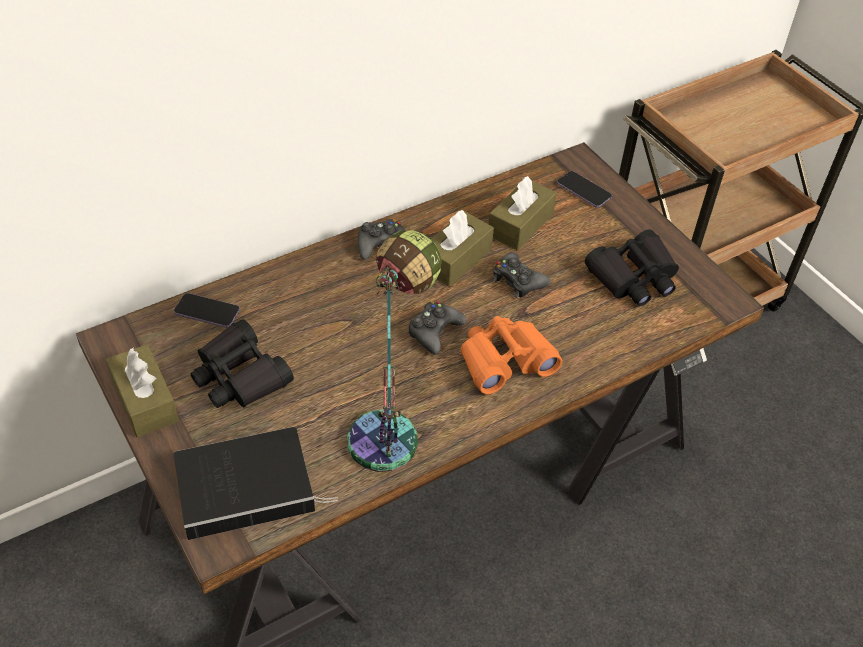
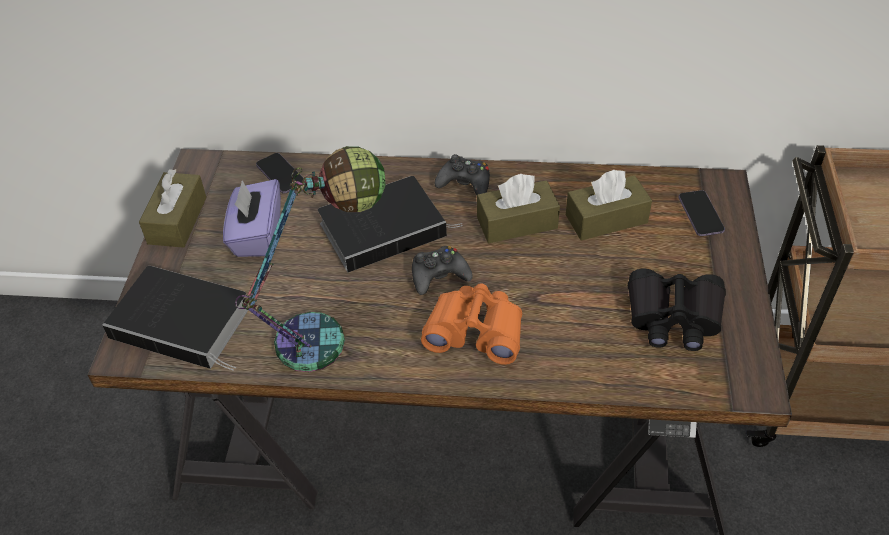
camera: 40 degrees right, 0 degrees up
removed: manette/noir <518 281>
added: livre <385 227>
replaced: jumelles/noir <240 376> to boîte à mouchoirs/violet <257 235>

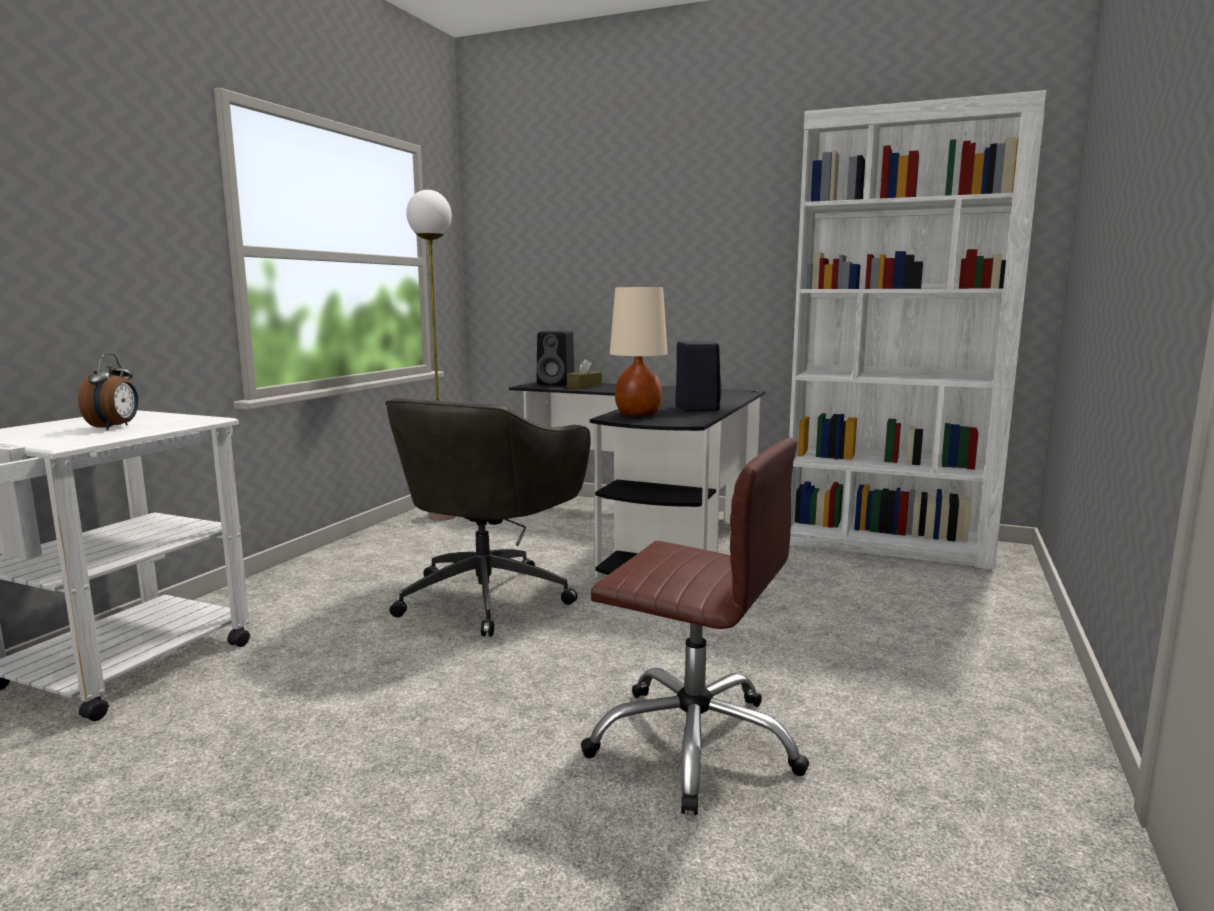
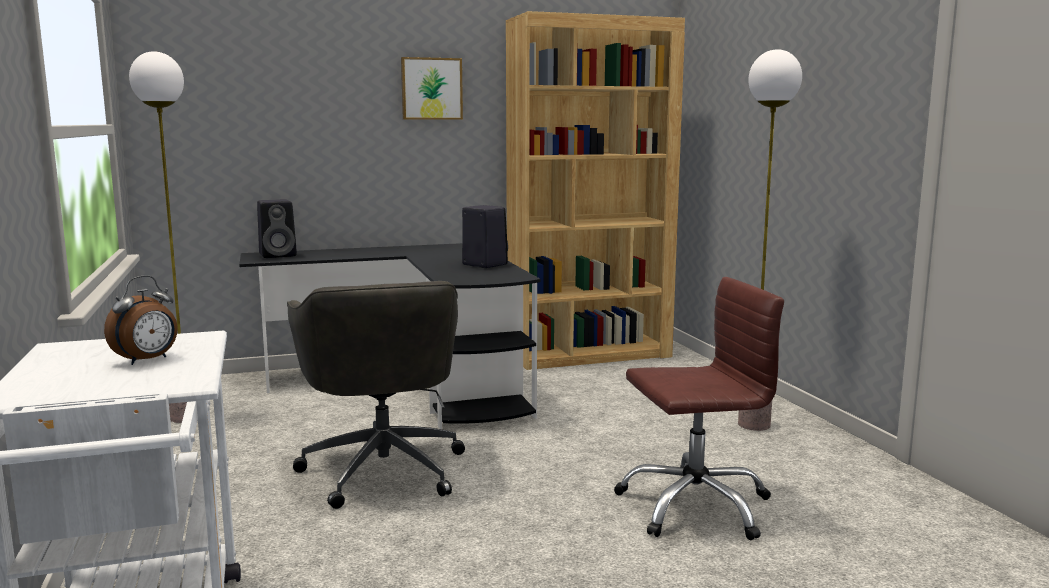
camera: 40 degrees left, 0 degrees up
removed: boîte à mouchoirs/marron <584 387>; lampe de table/beige <638 415>
added: tableau <431 89>; lampadaire <754 424>
recoloured: bibliothèque/blanc <887 543> to bibliothèque/marron <589 354>
turned: réveil <115 427> = <147 360> 75 degrees clockwise

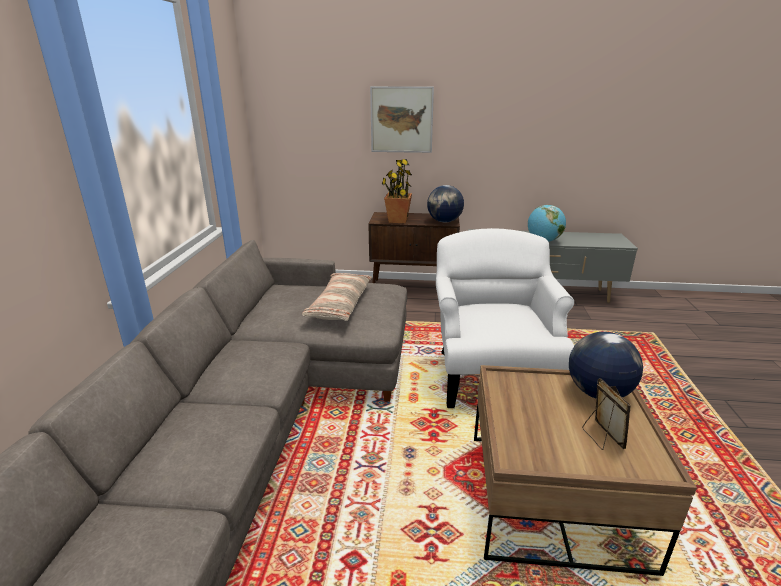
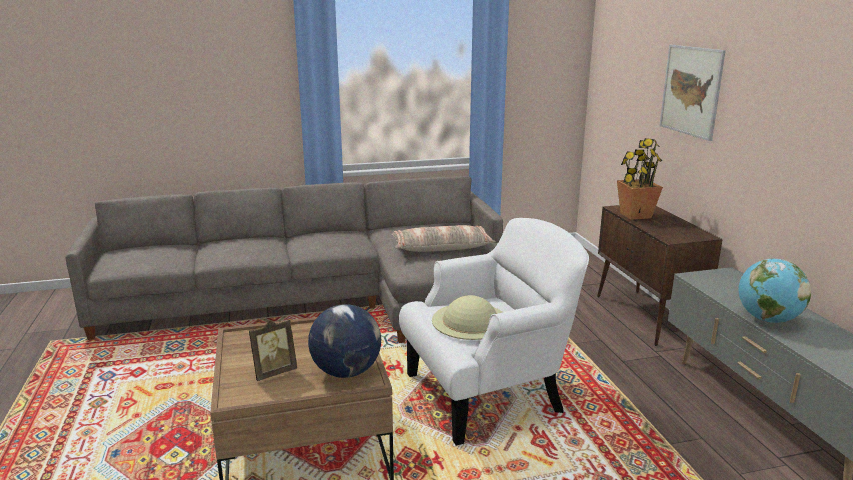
camera: 70 degrees right, 5 degrees down
removed: globe <444 221>
added: chapeau/beige <470 321>

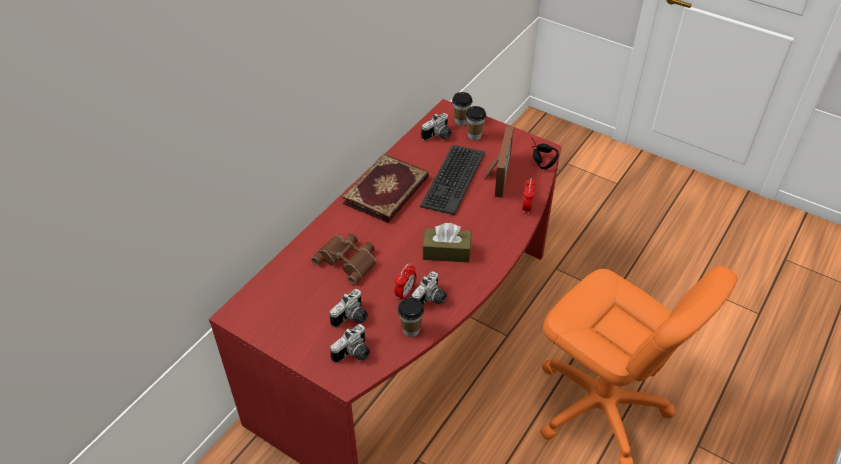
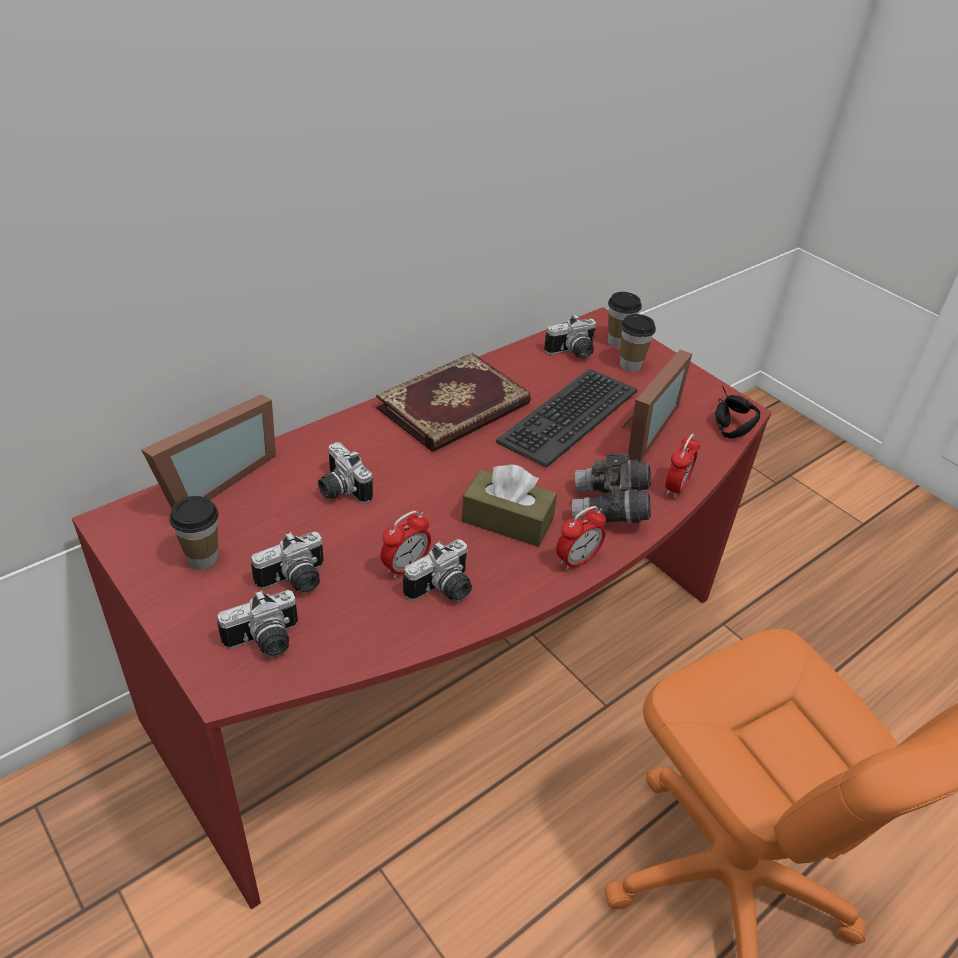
camera: 15 degrees right, 5 degrees down
added: cadre photo <212 480>; réveil <577 560>; jumelles/gris <609 509>
moved: tasse <411 330> to <202 558>
replaced: jumelles/marron <348 260> to appareil photo <340 489>

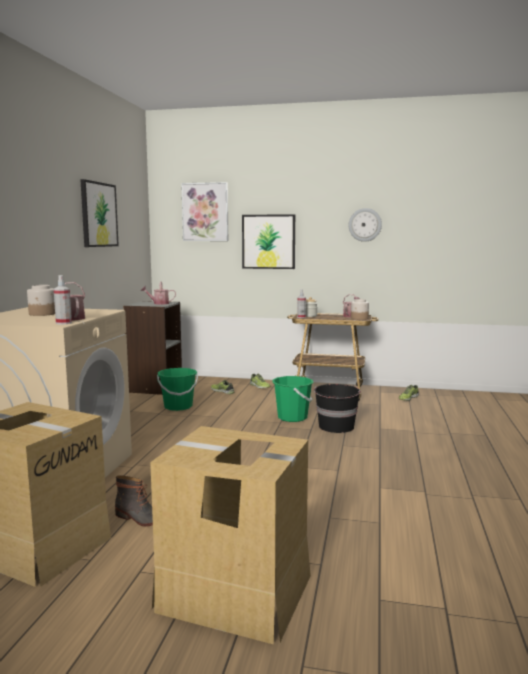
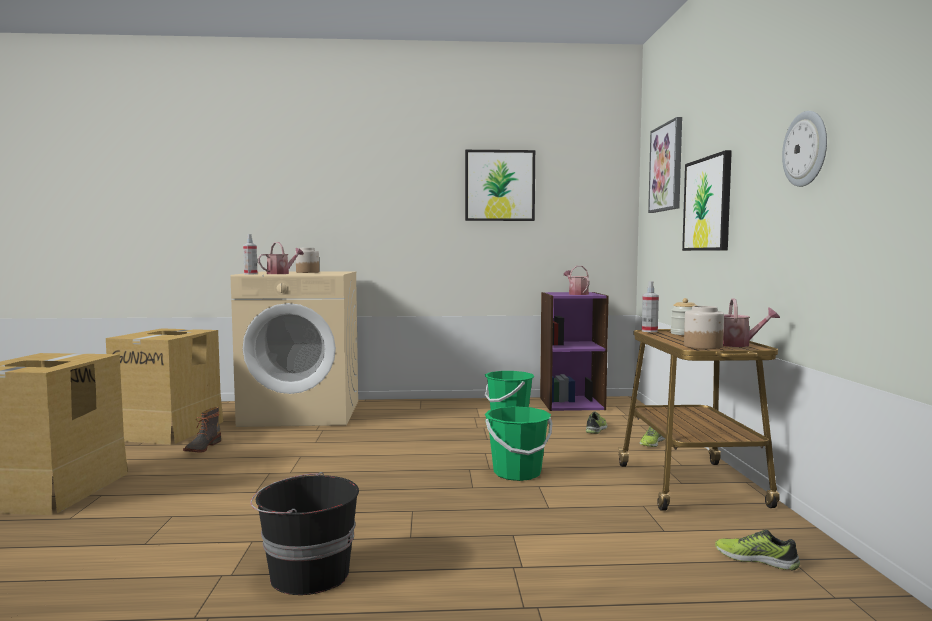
camera: 75 degrees right, 5 degrees down
moved: seau/noir <336 427> to <308 574>
recoloured: bibliothèque/gris <155 387> to bibliothèque/violet <571 403>

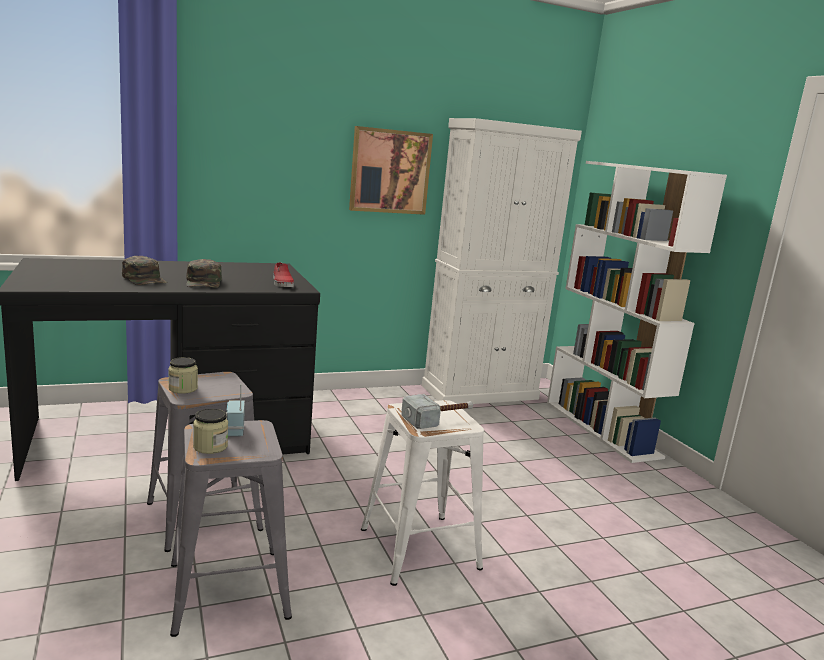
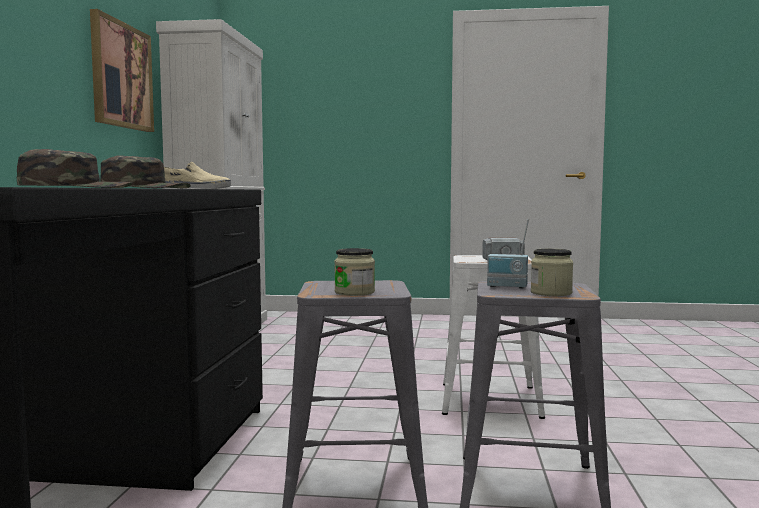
camera: 60 degrees left, 10 degrees down
removed: bibliothèque/blanc <602 429>
recoloured: chaussure/rouge <282 282> to chaussure/beige <194 188>

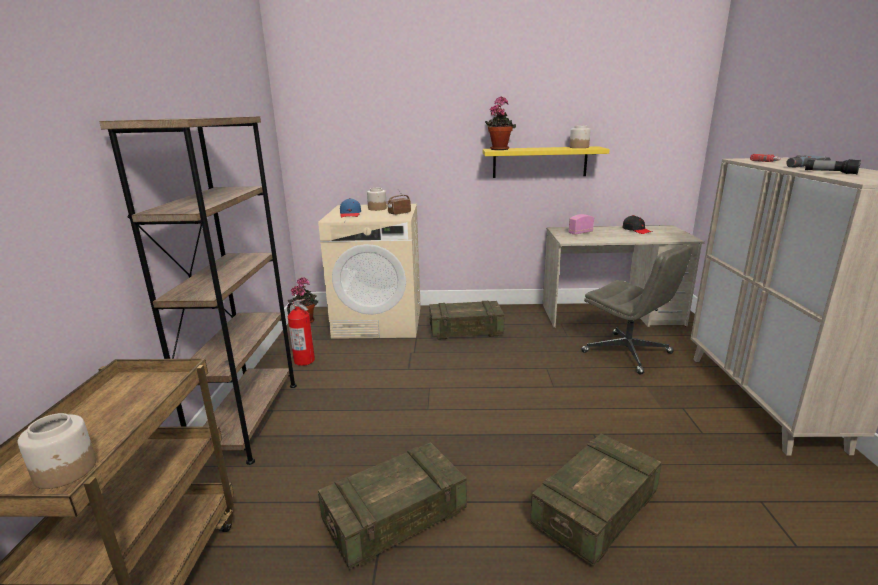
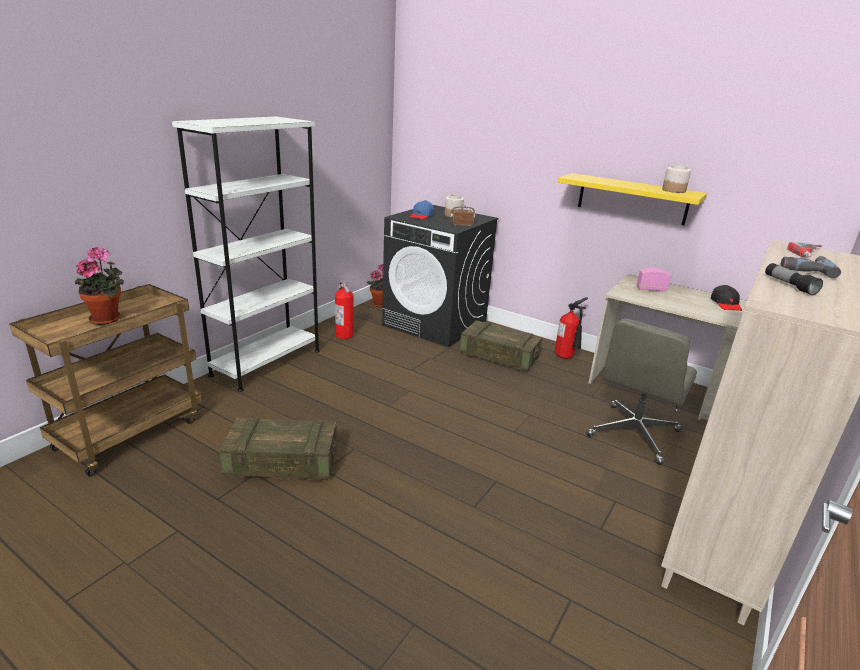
camera: 30 degrees right, 5 degrees up
removed: bocal <66 471>; caisse <594 511>
added: extincteur <566 357>
moved: plante en pot <499 149> to <108 318>
recoloured: bibliothèque/marron <248 419> to bibliothèque/blanc <266 362>; lave-linge/beige <379 321> to lave-linge/noir <435 323>
turned: chaise de bureau/gris <628 353> = <633 434> 45 degrees clockwise

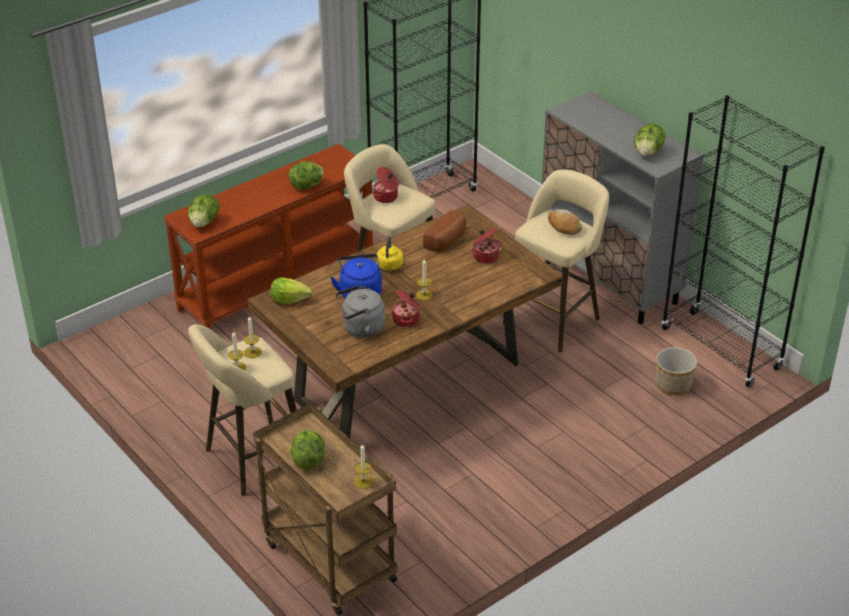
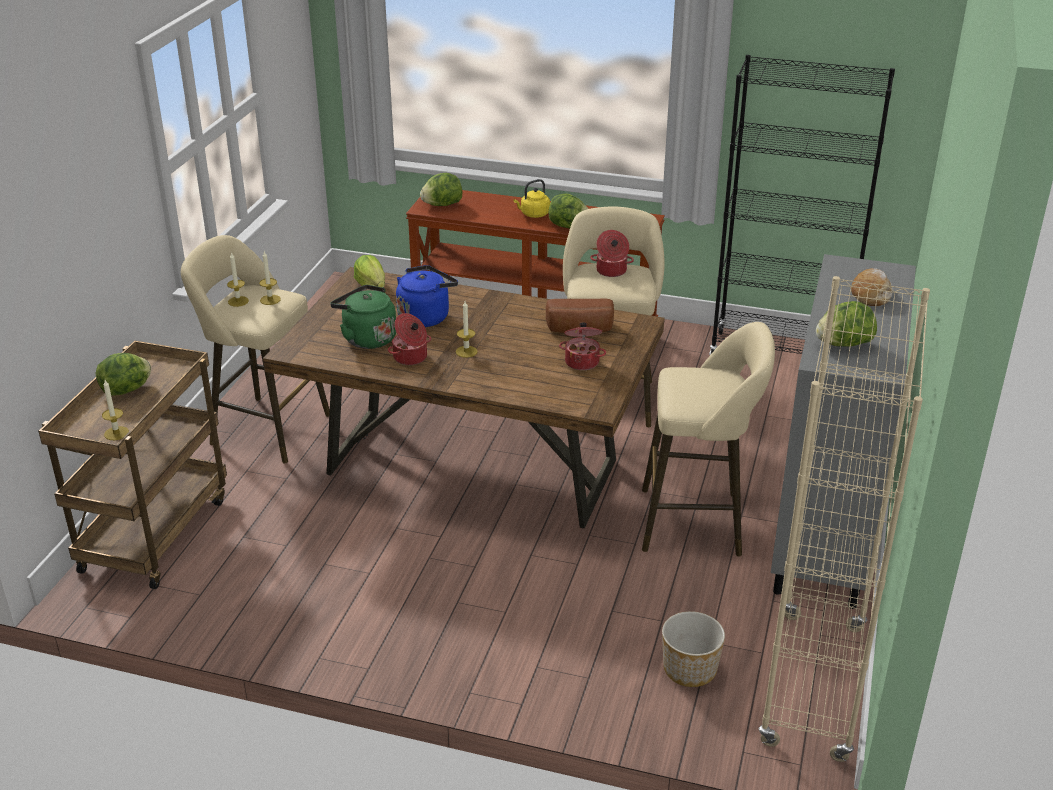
camera: 55 degrees right, 5 degrees down
moved: bouilloire/jaune <389 266> to <533 214>; pain <563 226> to <870 294>
recoloured: bouilloire/gris <360 328> to bouilloire/vert <367 338>; bibliothèque/noir <721 349> to bibliothèque/beige <813 685>

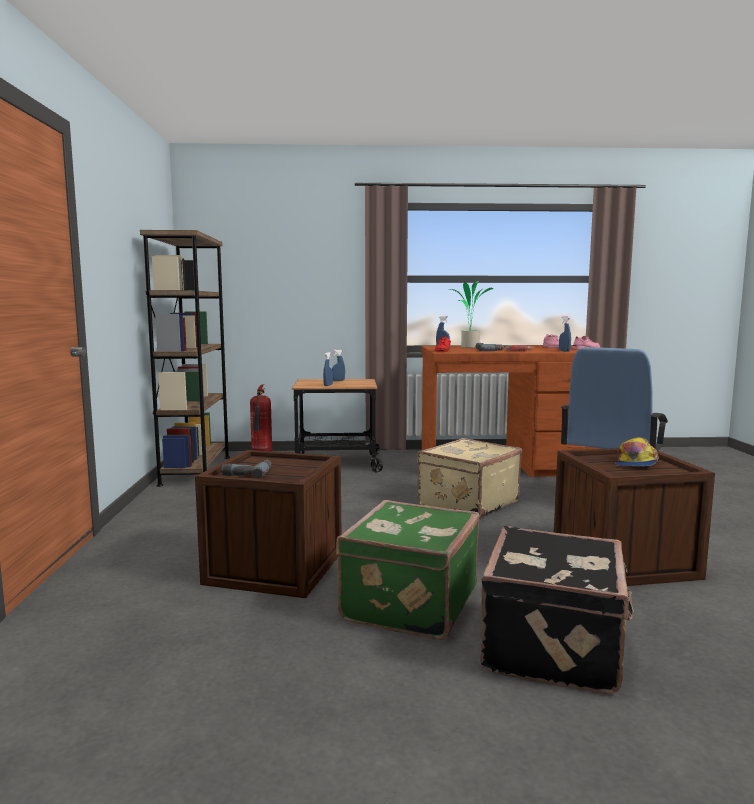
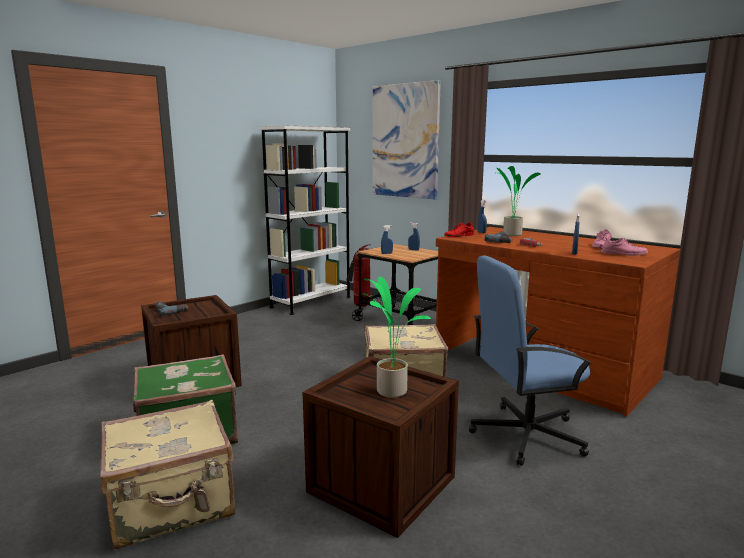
camera: 45 degrees right, 5 degrees up
added: tableau <405 141>
replaced: casquette <635 463> to plante en pot <391 390>
recoloured: valise/noir <555 647> to valise/beige <172 505>; bibliothèque/marron <196 470> to bibliothèque/blanc <311 302>

